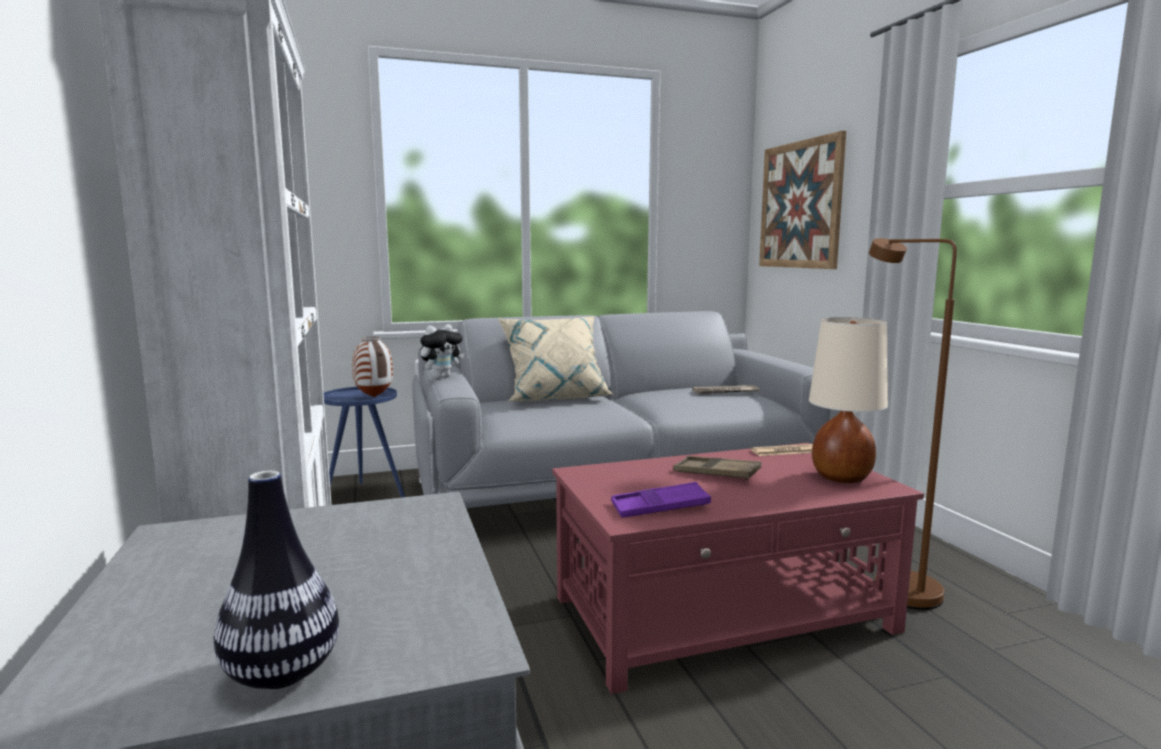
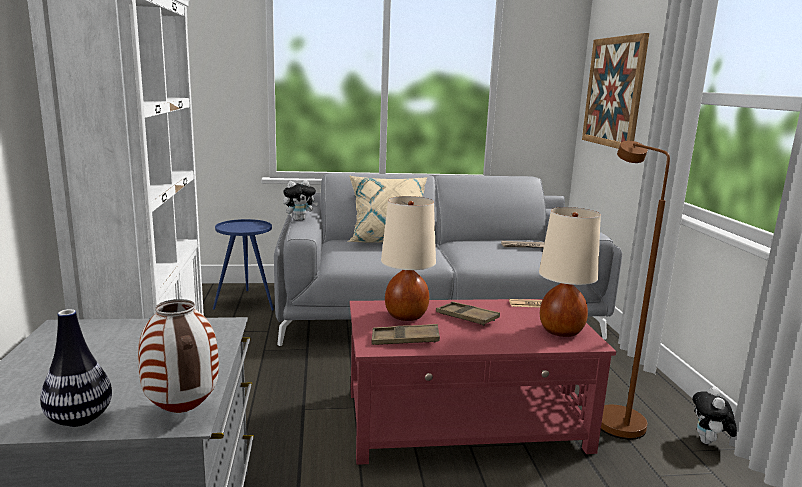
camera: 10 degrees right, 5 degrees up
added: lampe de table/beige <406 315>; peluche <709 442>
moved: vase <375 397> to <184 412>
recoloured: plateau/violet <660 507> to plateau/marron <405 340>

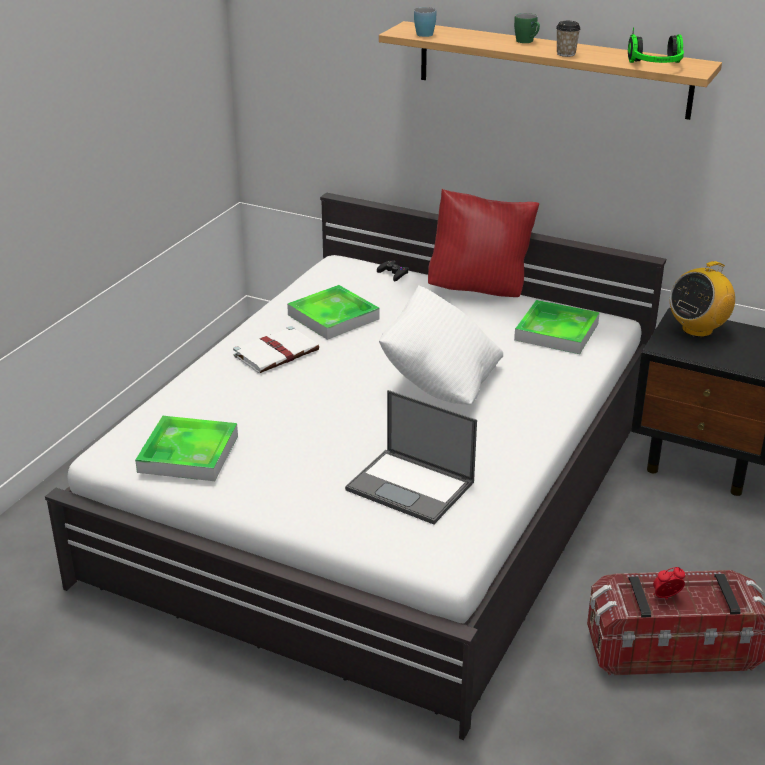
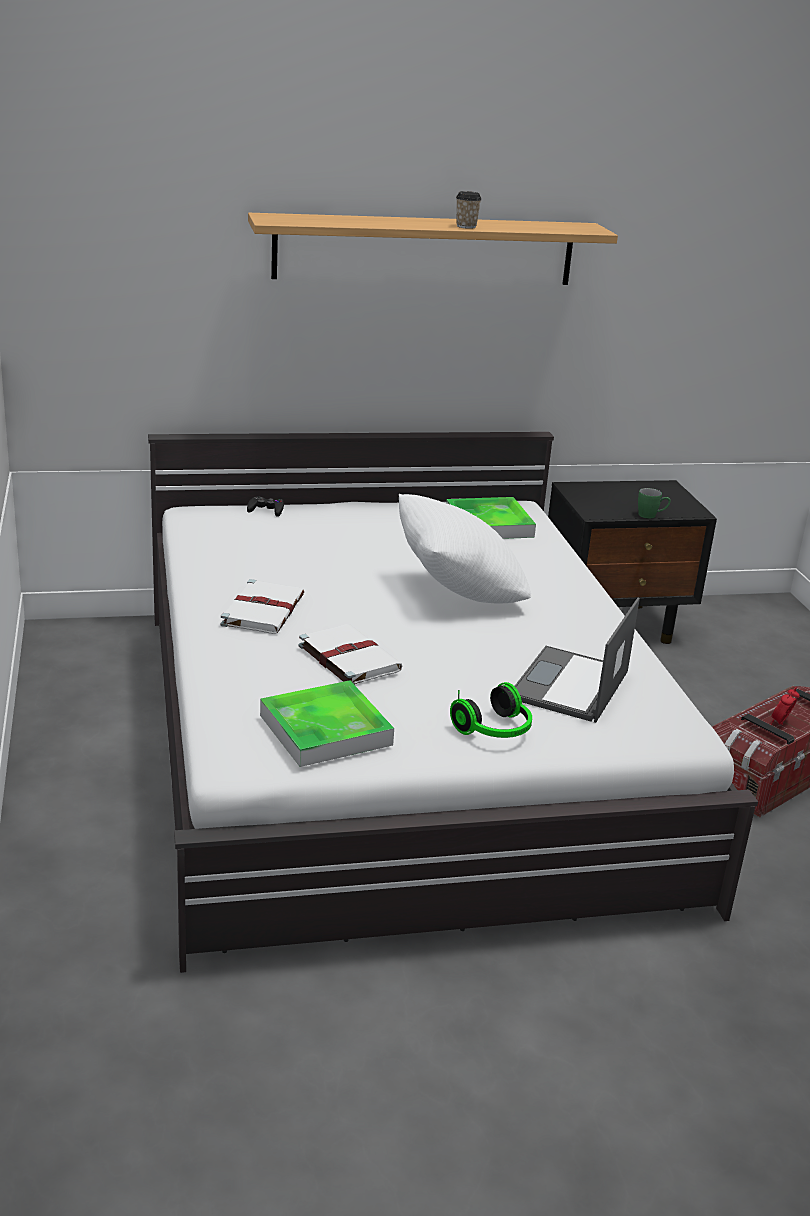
camera: 40 degrees left, 5 degrees down
removed: plateau <333 317>; mug/bleu <424 33>; coussin/rouge <479 289>; radio <697 329>
added: livre/blanc <348 657>
moved: casque audio <656 65> to <495 731>; mug/vert <527 42> to <651 516>
turned: ordinateur portable <412 486> = <569 686> 120 degrees clockwise

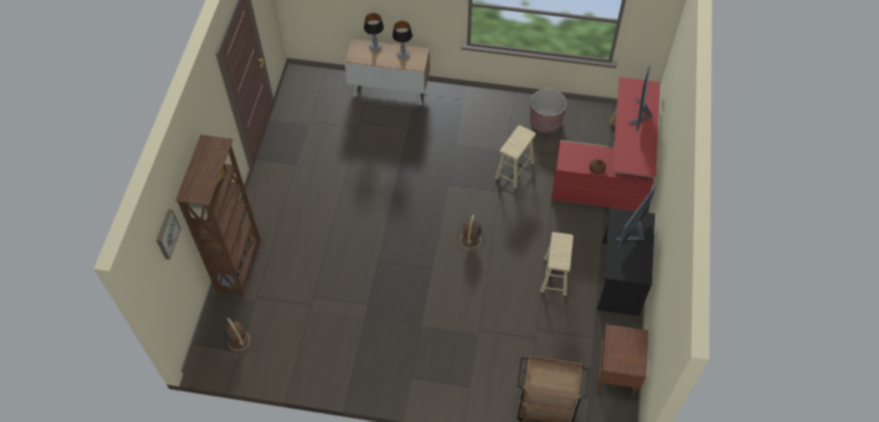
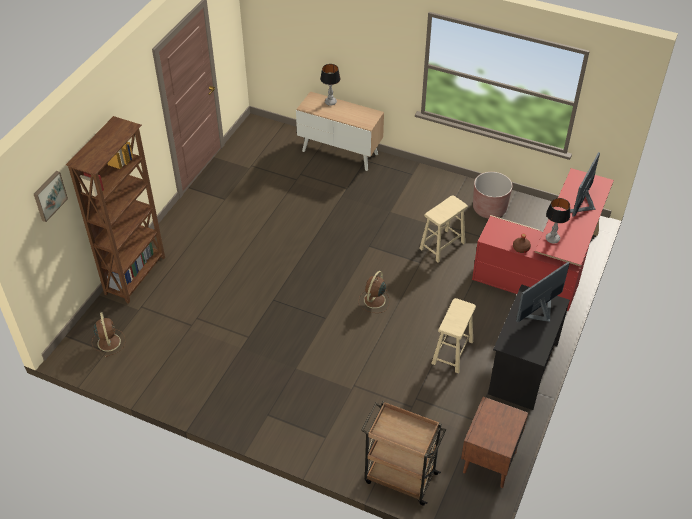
camera: 15 degrees right, 10 degrees down
moved: lampe de table <403 55> to <552 239>

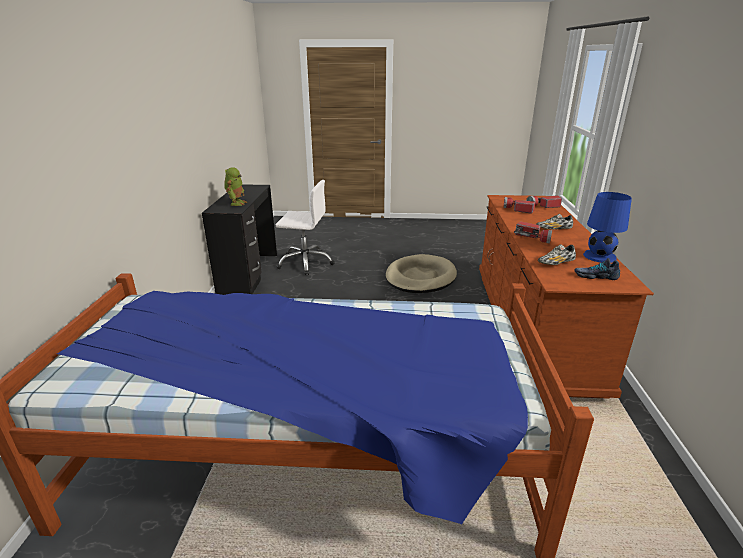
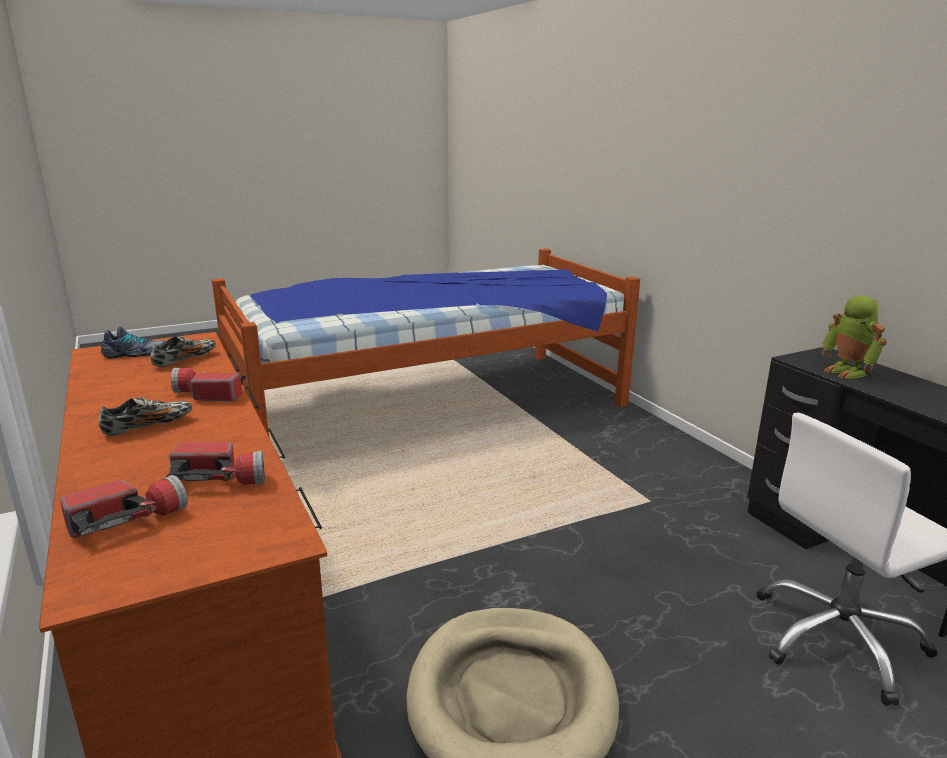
camera: 150 degrees right, 5 degrees down
removed: lampe de table/bleu <599 256>

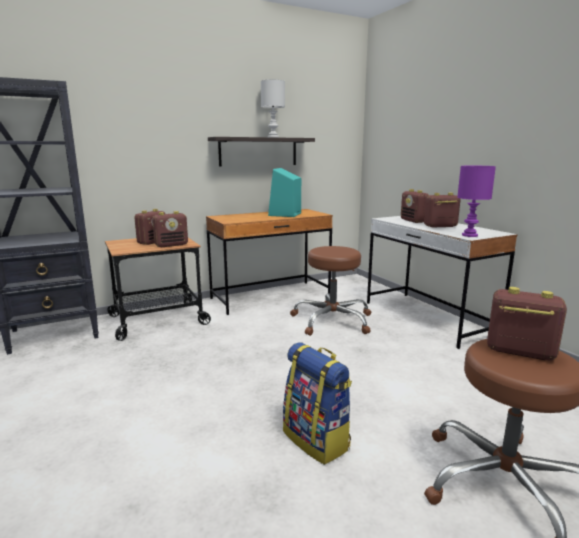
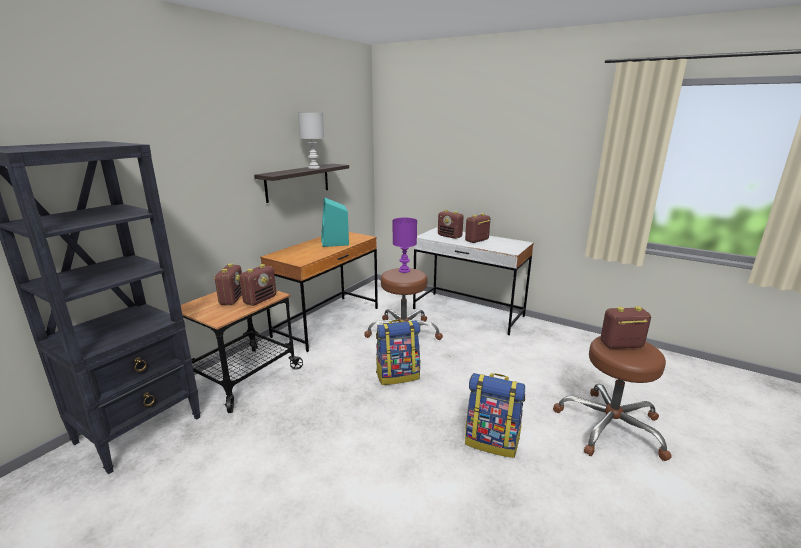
camera: 30 degrees left, 5 degrees up
added: sac à dos <398 375>
moved: lampe de table/violet <470 235> to <404 271>

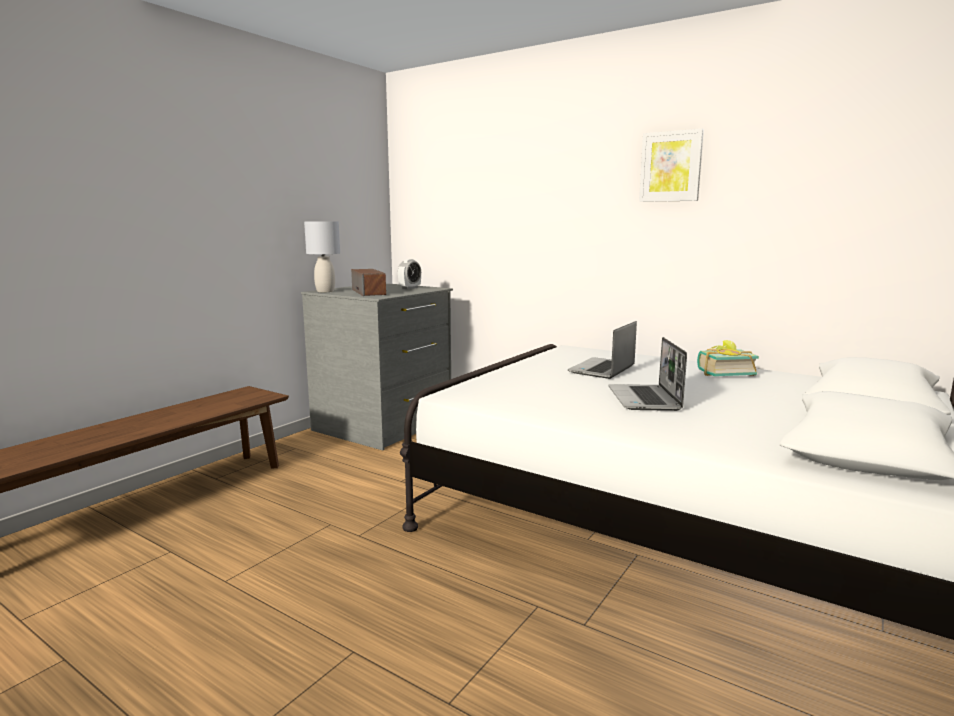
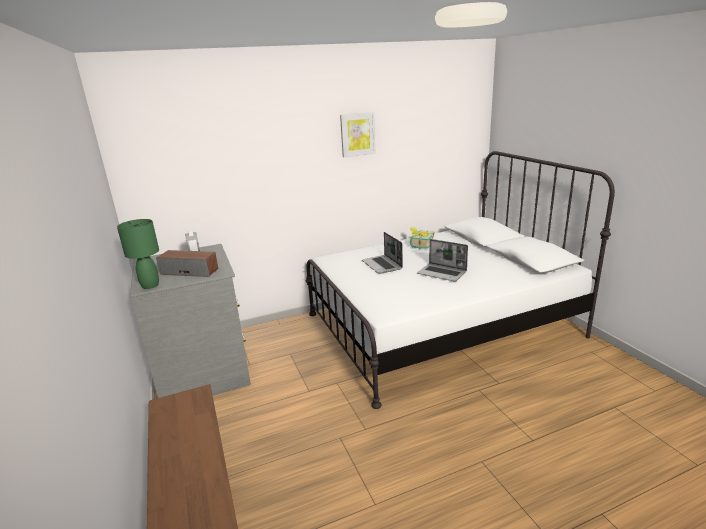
camera: 55 degrees left, 10 degrees up
recoloured: lampe de table/gris <325 291> to lampe de table/vert <150 286>

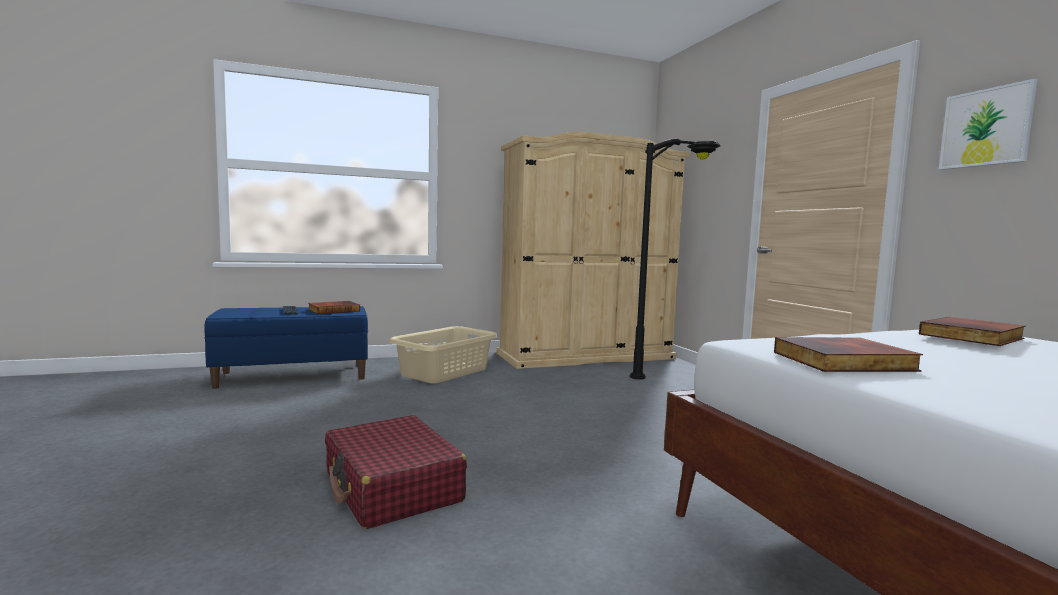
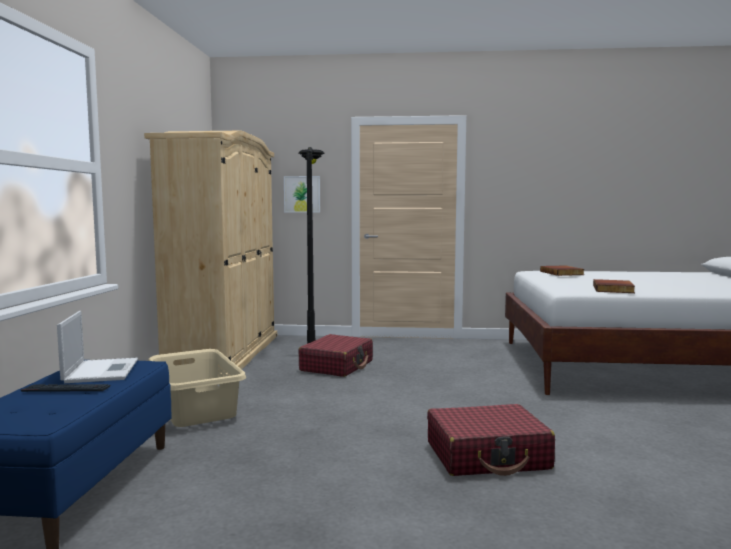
camera: 65 degrees left, 0 degrees up
added: valise/rouge <337 366>
moved: tableau <986 127> to <302 194>
replaced: livre <334 310> to ordinateur portable <101 371>

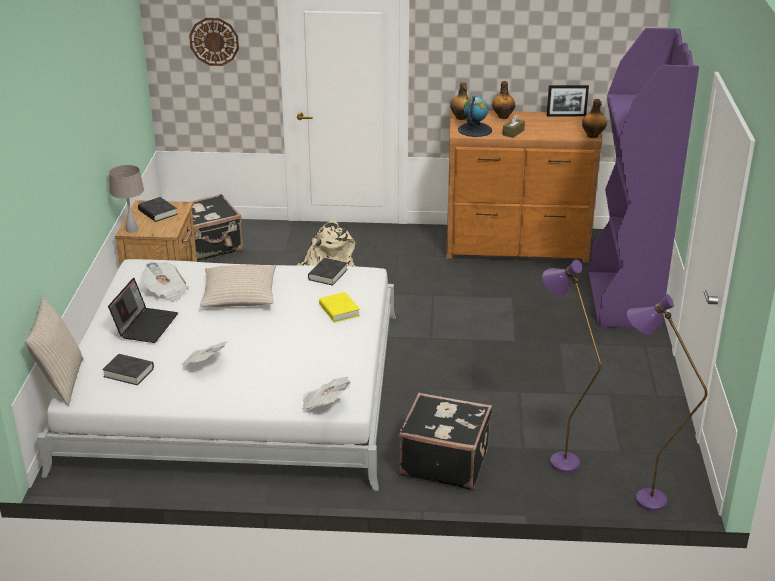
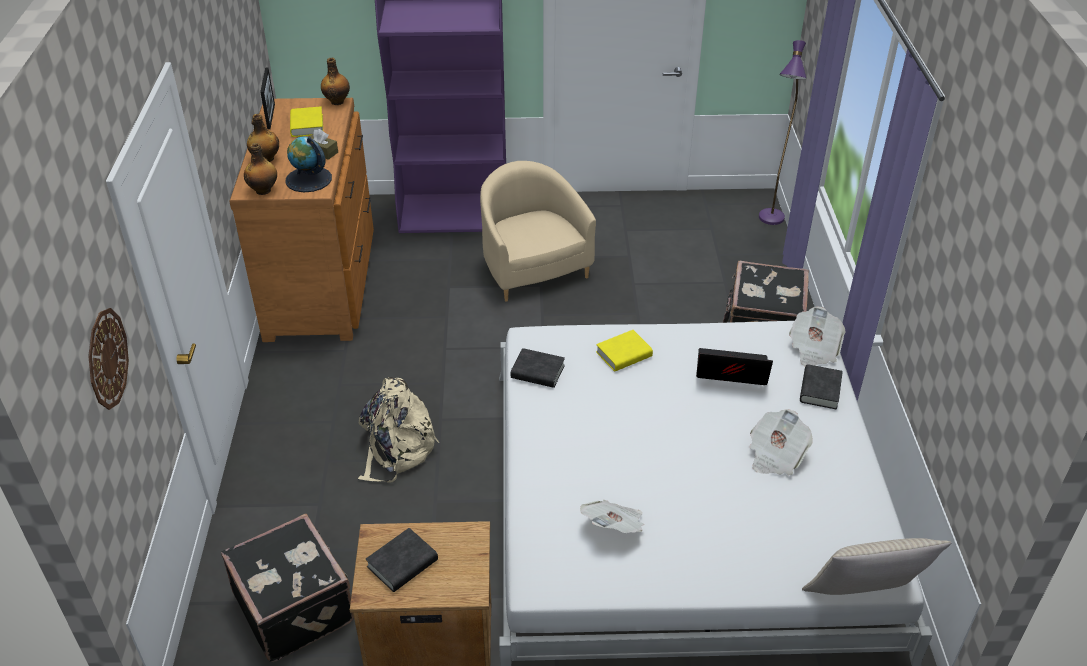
camera: 95 degrees left, 10 degrees up
removed: lampe de table/beige <132 229>; coussin/beige <239 295>; lampadaire/violet <556 457>
added: livre/jaune <307 125>; fauteuil/beige <532 268>
moved: ordinateur portable <145 325> to <730 372>; livre/noir <128 372> to <820 390>

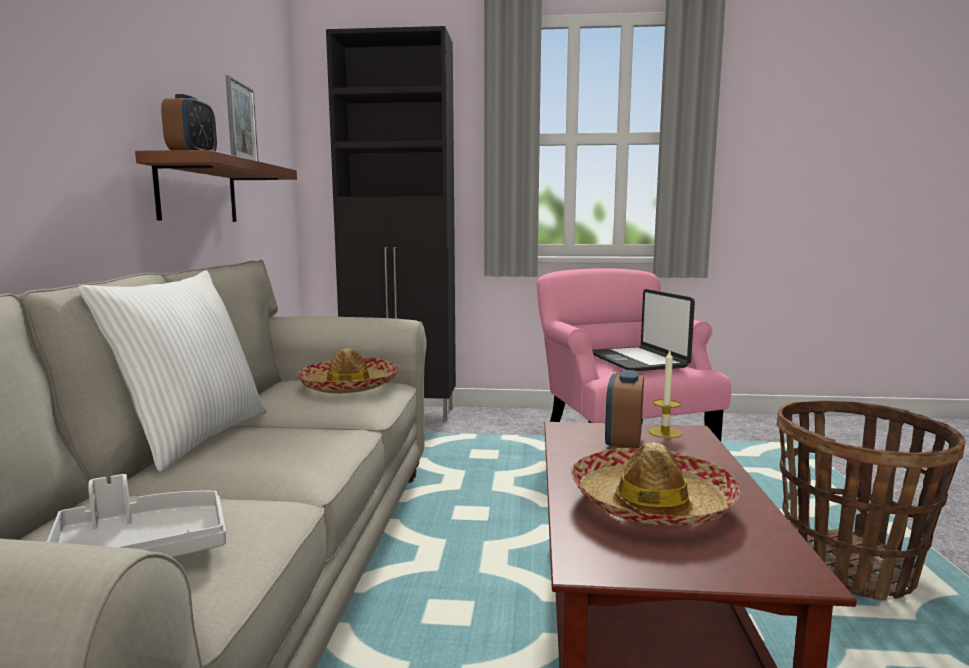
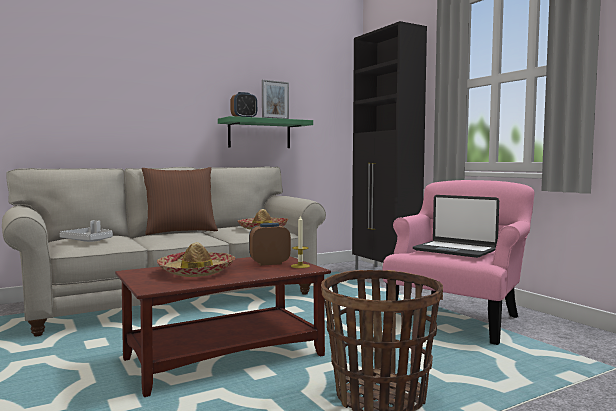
camera: 55 degrees right, 5 degrees down
recoloured: coussin/blanc <193 437> to coussin/marron <180 231>; étagère/marron <198 191> to étagère/vert <259 134>
turned: ordinateur portable <638 360> = <455 250> 90 degrees counterclockwise

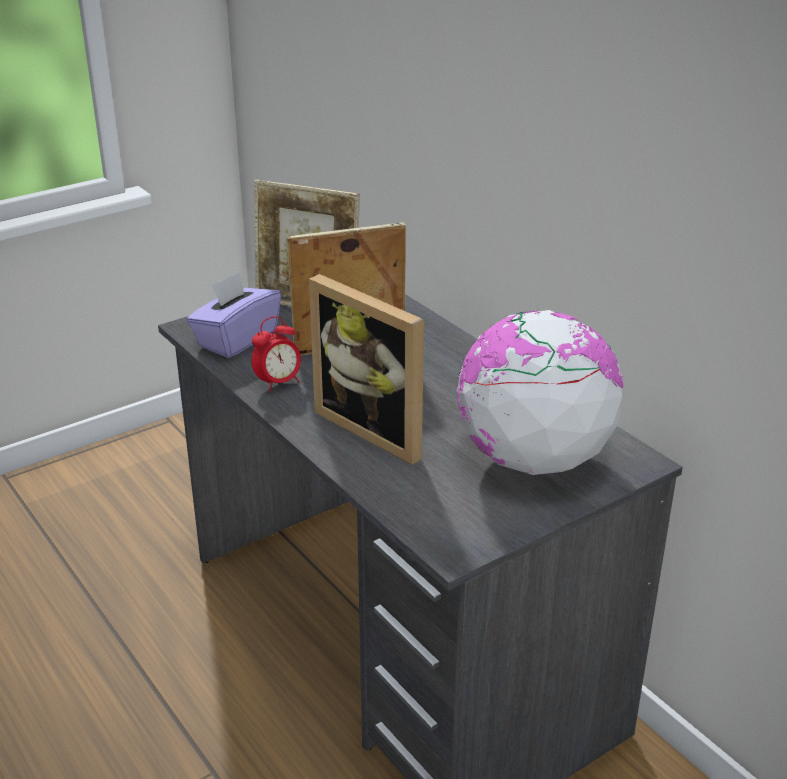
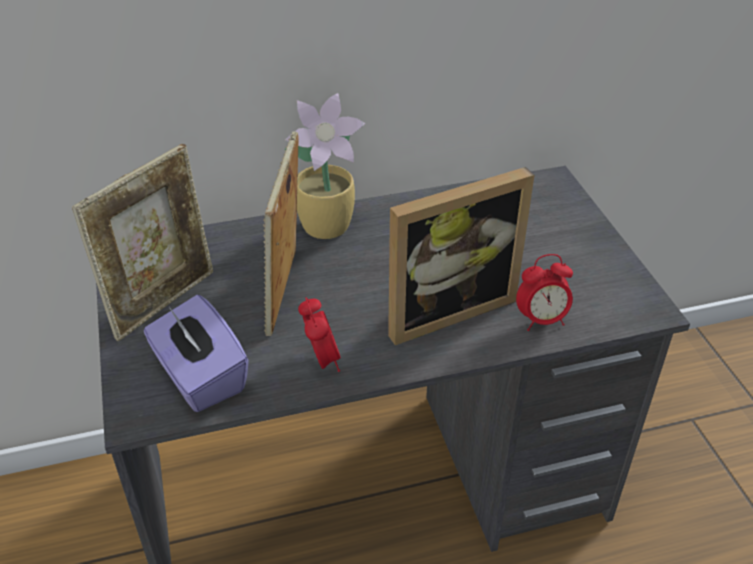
camera: 70 degrees left, 10 degrees up
removed: globe <533 460>
added: plante en pot <329 226>; réveil <541 320>

